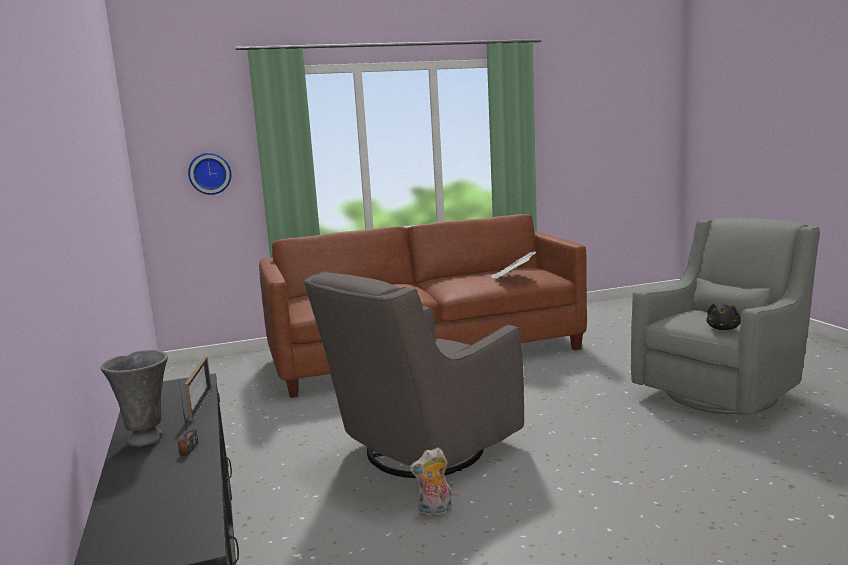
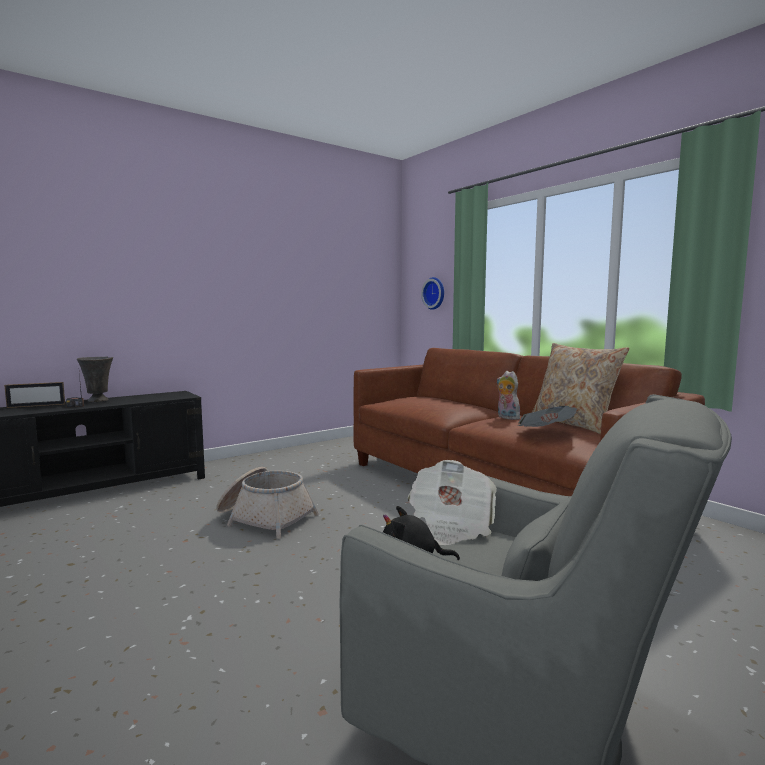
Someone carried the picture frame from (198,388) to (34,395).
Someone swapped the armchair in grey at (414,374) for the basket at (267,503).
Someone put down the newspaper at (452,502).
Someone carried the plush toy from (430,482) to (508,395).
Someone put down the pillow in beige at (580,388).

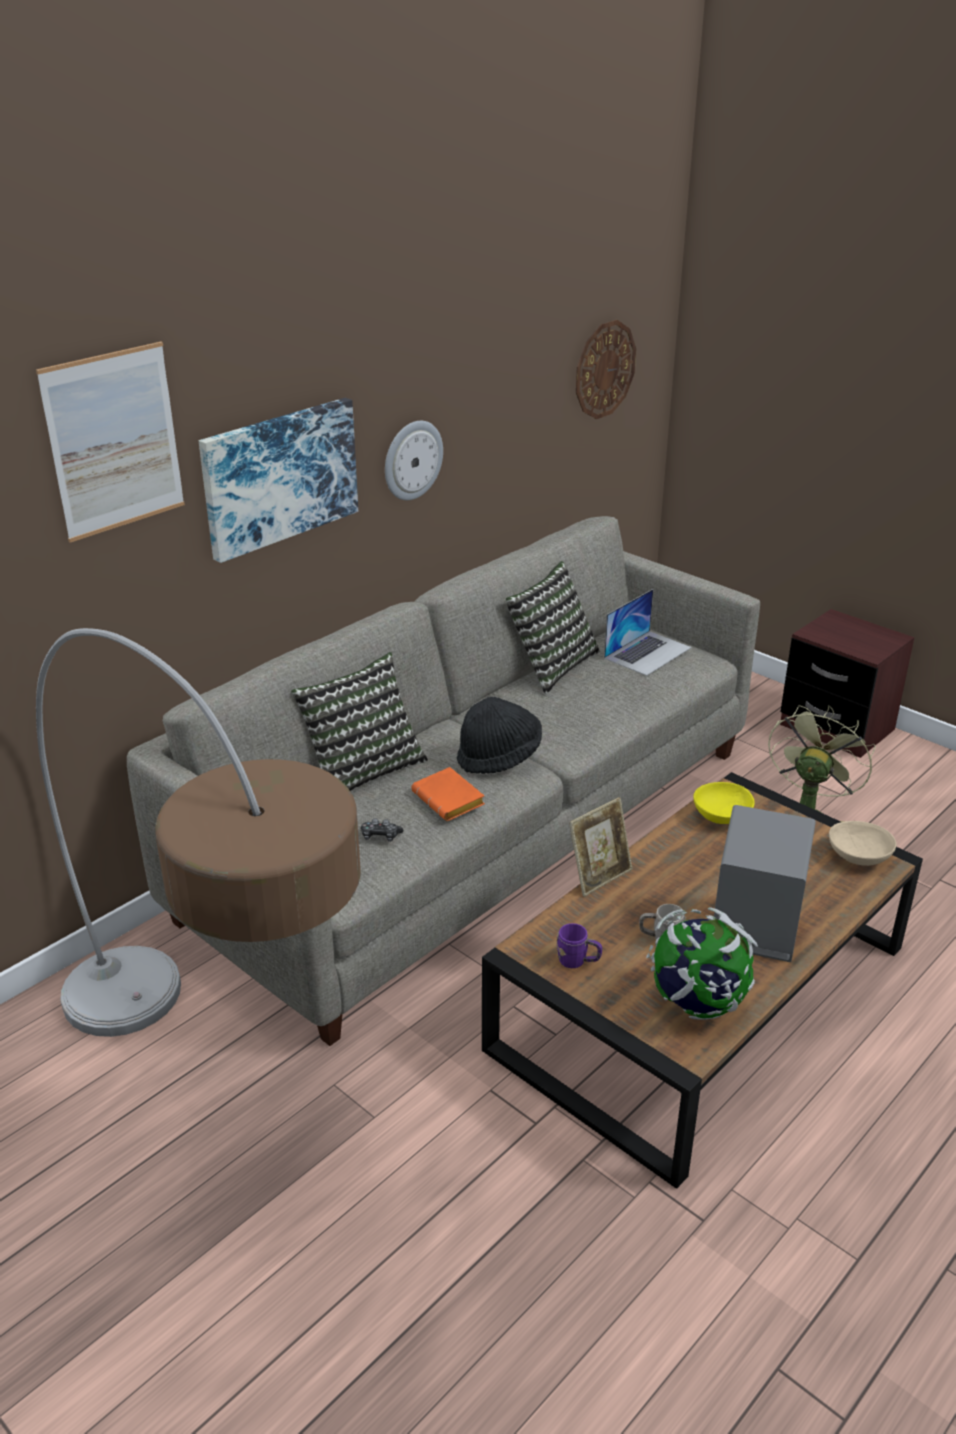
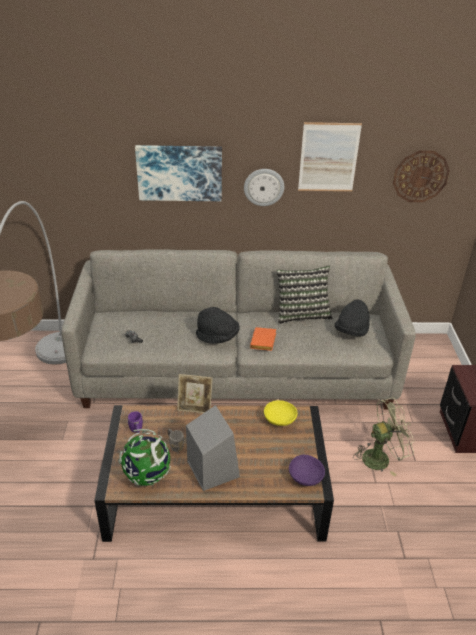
Someone carried the book in orange from (448,794) to (263,339).
Someone repainted the bowl in beige at (863,843), which became the bowl in purple at (307,470).
Someone carried the picture from (110,442) to (330,156).
Someone swapped the laptop at (648,632) for the hat in black at (352,317).
Someone took away the pillow at (359,721).

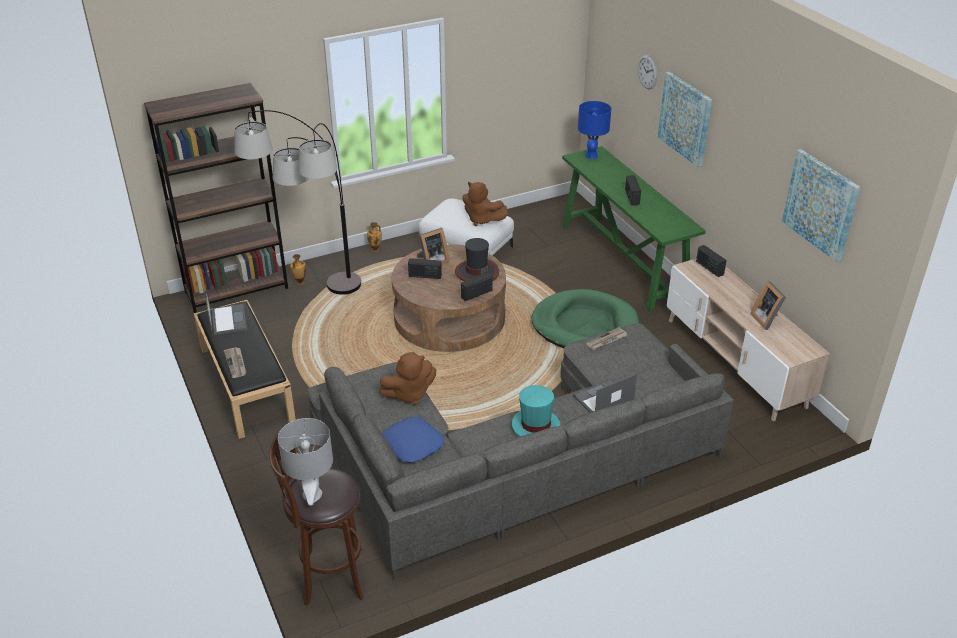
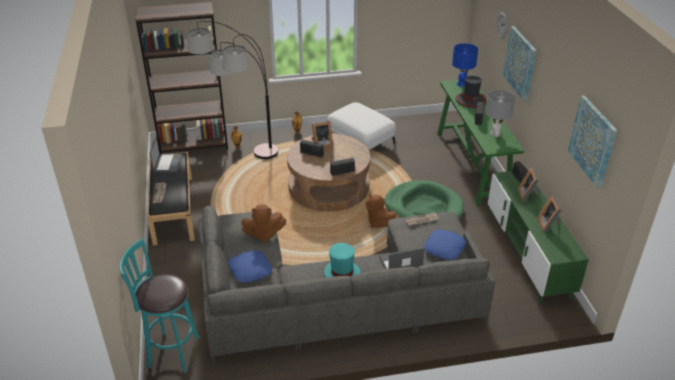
Someone repainted the stool in brown at (316,515), which became the stool in turquoise at (159,305).
Someone carried the plush toy in brown from (485,204) to (383,210).
Someone put down the pillow in blue at (444,245).
Someone carried the hat from (477,260) to (471,92).
Someone carried the table lamp in grey from (305,462) to (500,113).
Someone repainted the tv stand in beige at (748,339), which became the tv stand in green at (538,237).
Someone put down the picture frame at (528,185).

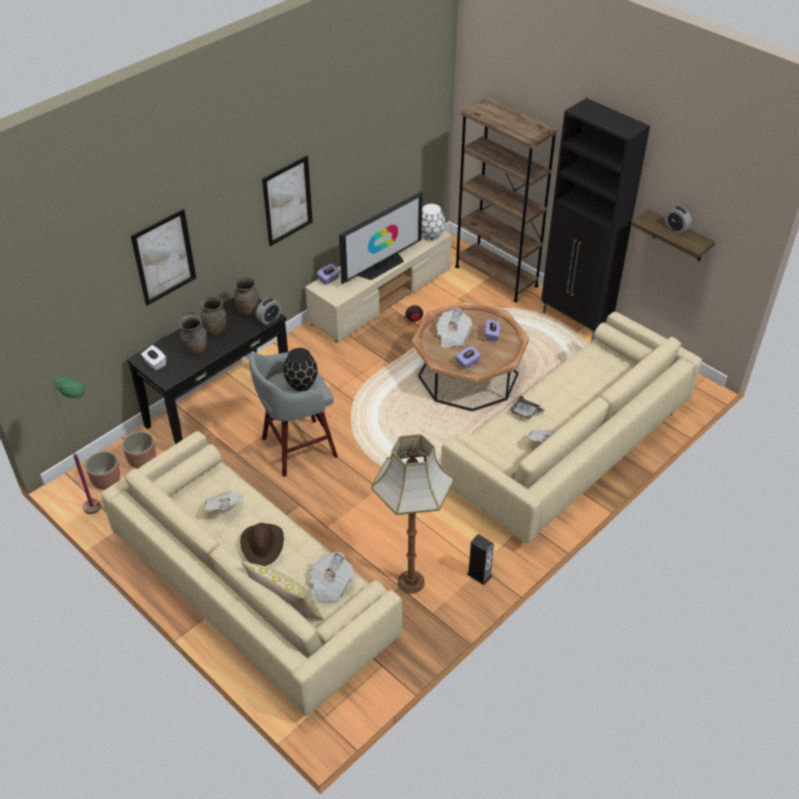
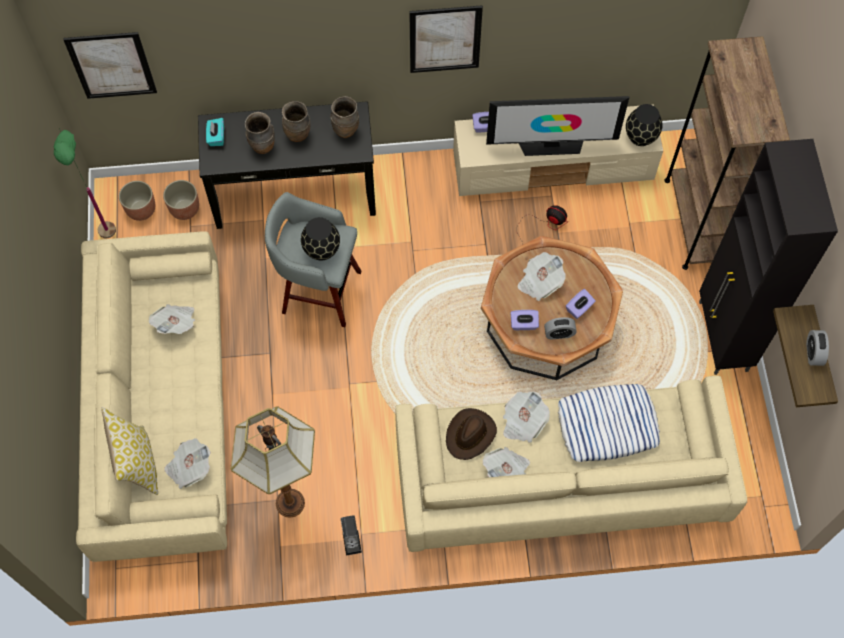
Someone carried the picture from (163,257) to (110,65).
Someone repainted the tissue box in white at (153,357), which became the tissue box in turquoise at (215,132).
Someone carried the hat in brown from (262,544) to (471,434).
Someone swapped the tray in grey at (528,407) for the newspaper at (526,416).
Someone carried the alarm clock from (269,311) to (560,328).
Someone put down the pillow at (609,423).
Someone repainted the vase in white at (433,222), which became the vase in black at (644,125).

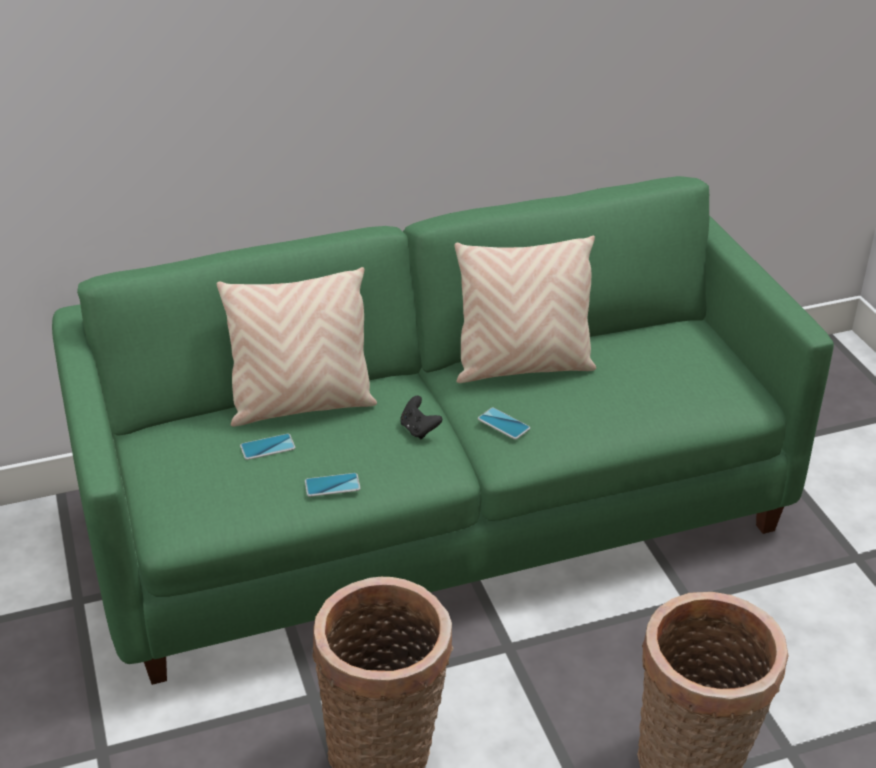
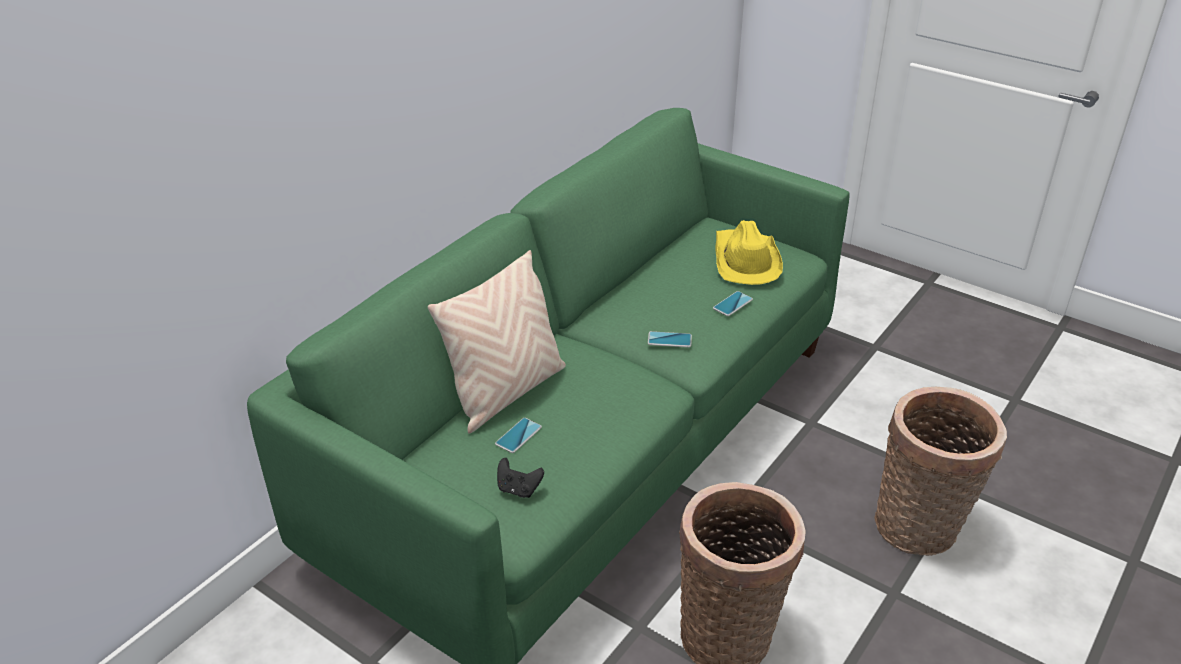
Someone carried the game controller in black from (421,417) to (520,478).
Someone carried the phone from (332,485) to (733,303).
Someone put down the hat in yellow at (749,252).
Someone took away the pillow in beige at (525,309).

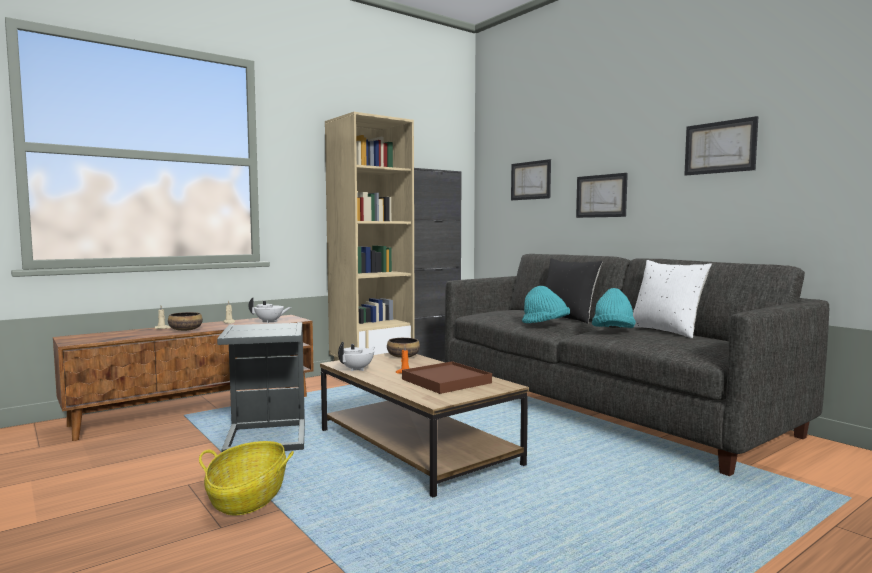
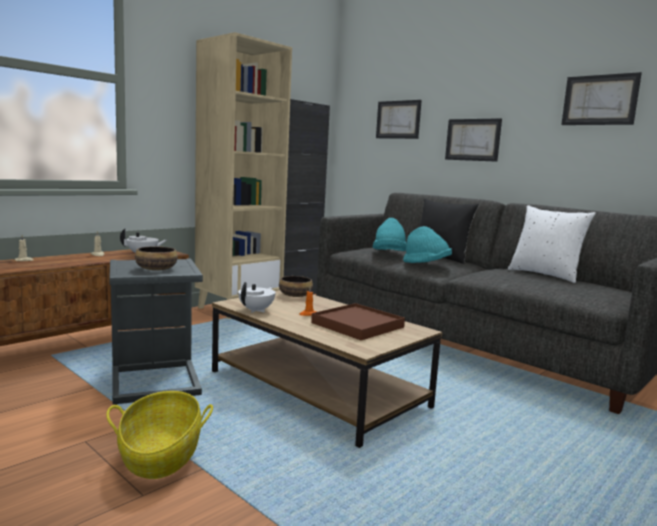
Someone carried the bowl from (185,321) to (156,258).
Someone carried the hat in turquoise from (614,308) to (389,234).

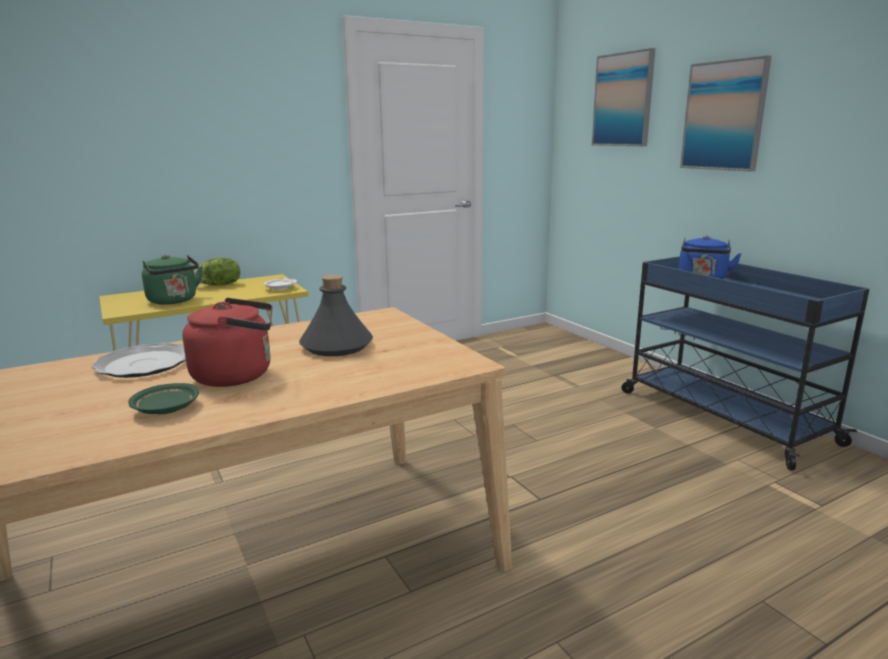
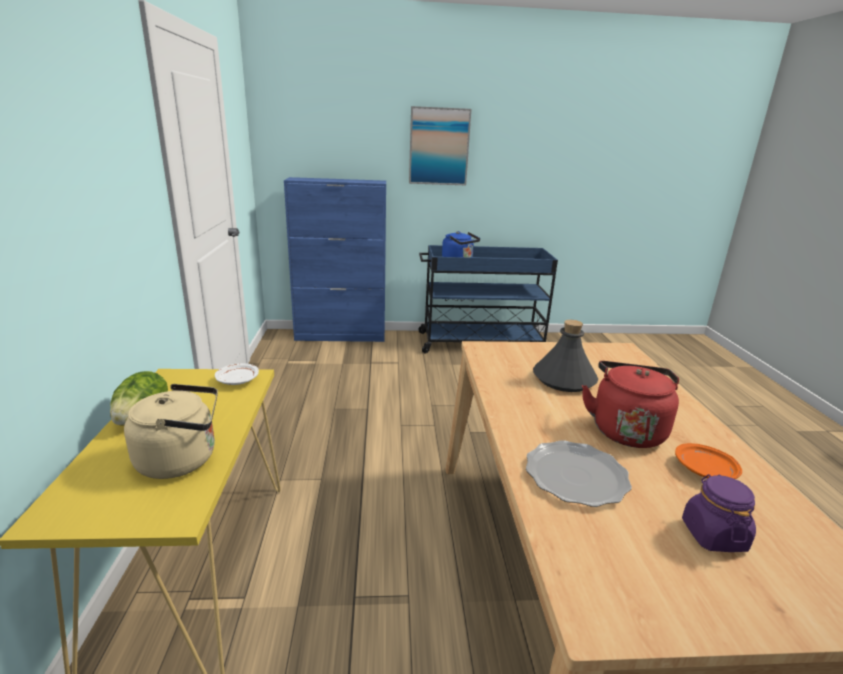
Someone repainted the kettle in green at (172,280), which became the kettle in beige at (171,431).
Someone put down the cabinet in blue at (335,259).
Someone repainted the plate in green at (163,398), which became the plate in orange at (708,461).
Someone put down the jar in purple at (719,513).
Someone took away the picture at (624,97).

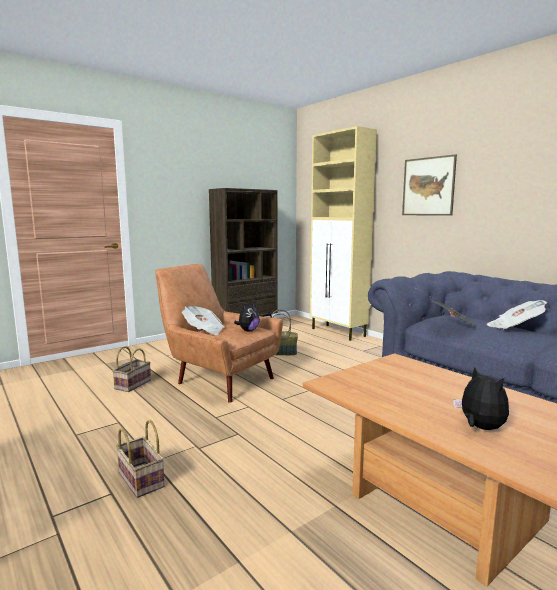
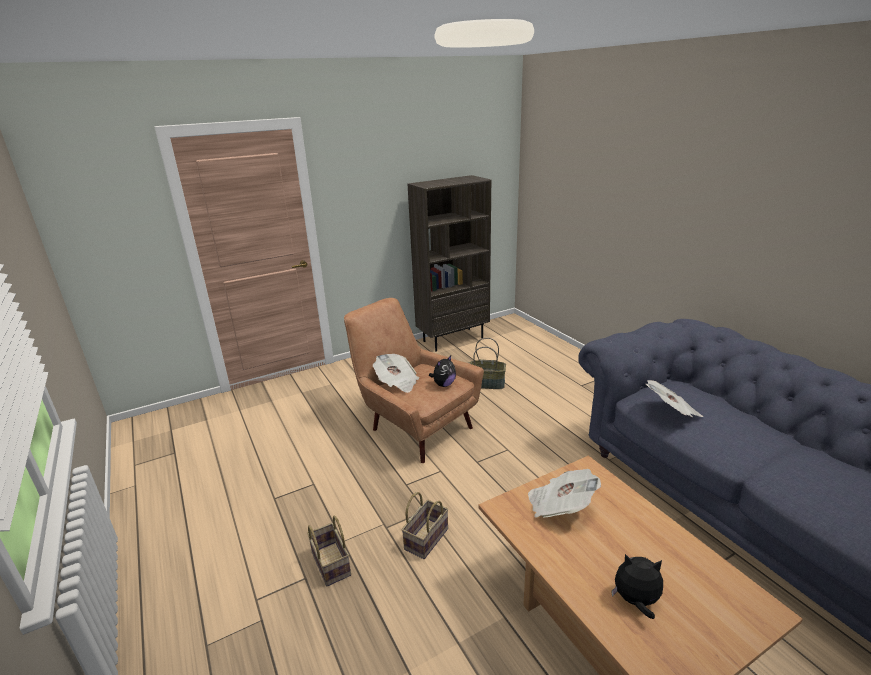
Someone carried the basket from (131,369) to (424,525).
Someone carried the newspaper from (517,314) to (564,493).
Someone rotated the plush toy at (481,398) by 60 degrees counterclockwise.
Someone took away the cabinet in beige at (343,233).
Someone took away the picture at (429,185).

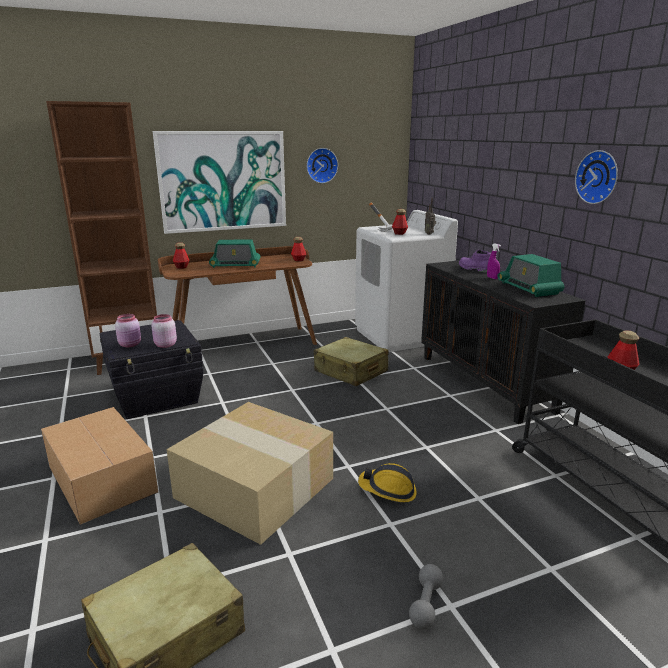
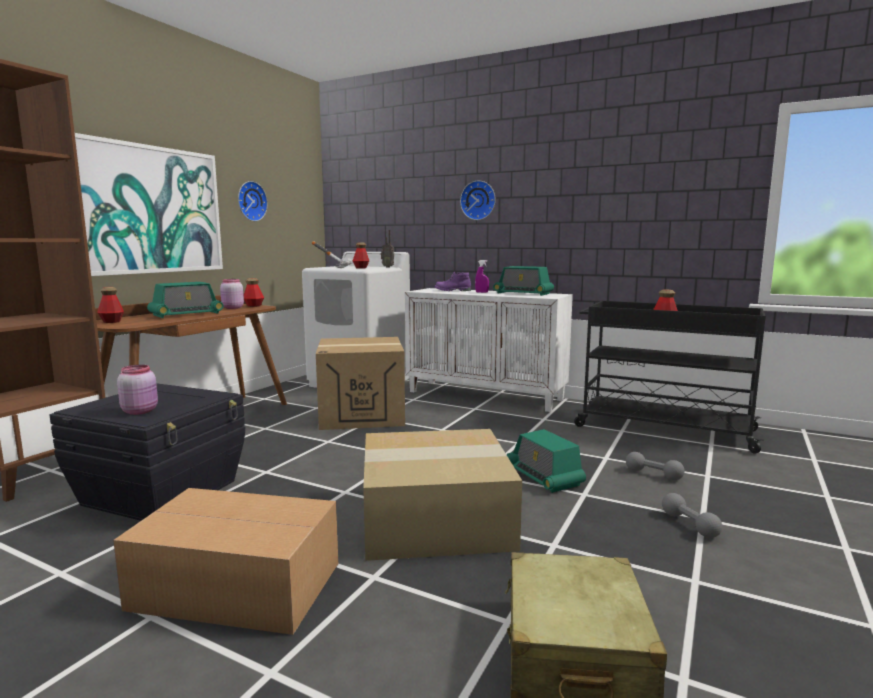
Someone carried the jar in pink from (164,331) to (232,294).
Someone swapped the suitcase in beige at (351,361) for the cardboard box at (360,383).
Someone repainted the cabinet in black at (503,342), which became the cabinet in white at (489,350).
Someone carried the wall clock from (596,177) to (478,200).
Someone swapped the hard hat at (387,482) for the radio at (546,461).
Someone put down the dumbbell in grey at (655,466).

